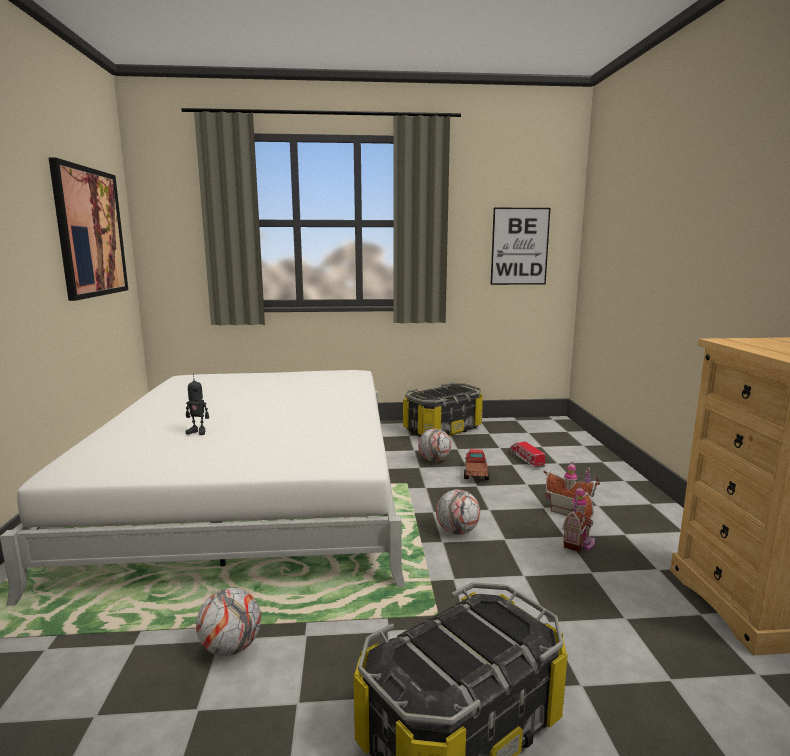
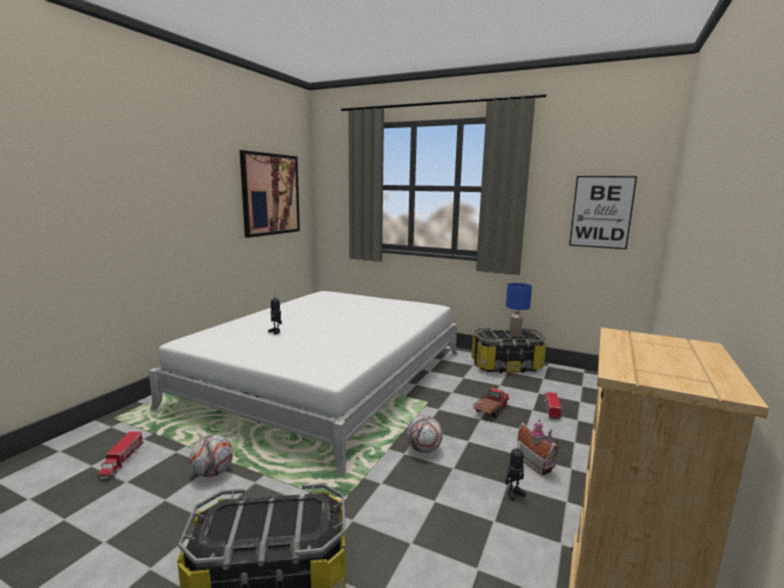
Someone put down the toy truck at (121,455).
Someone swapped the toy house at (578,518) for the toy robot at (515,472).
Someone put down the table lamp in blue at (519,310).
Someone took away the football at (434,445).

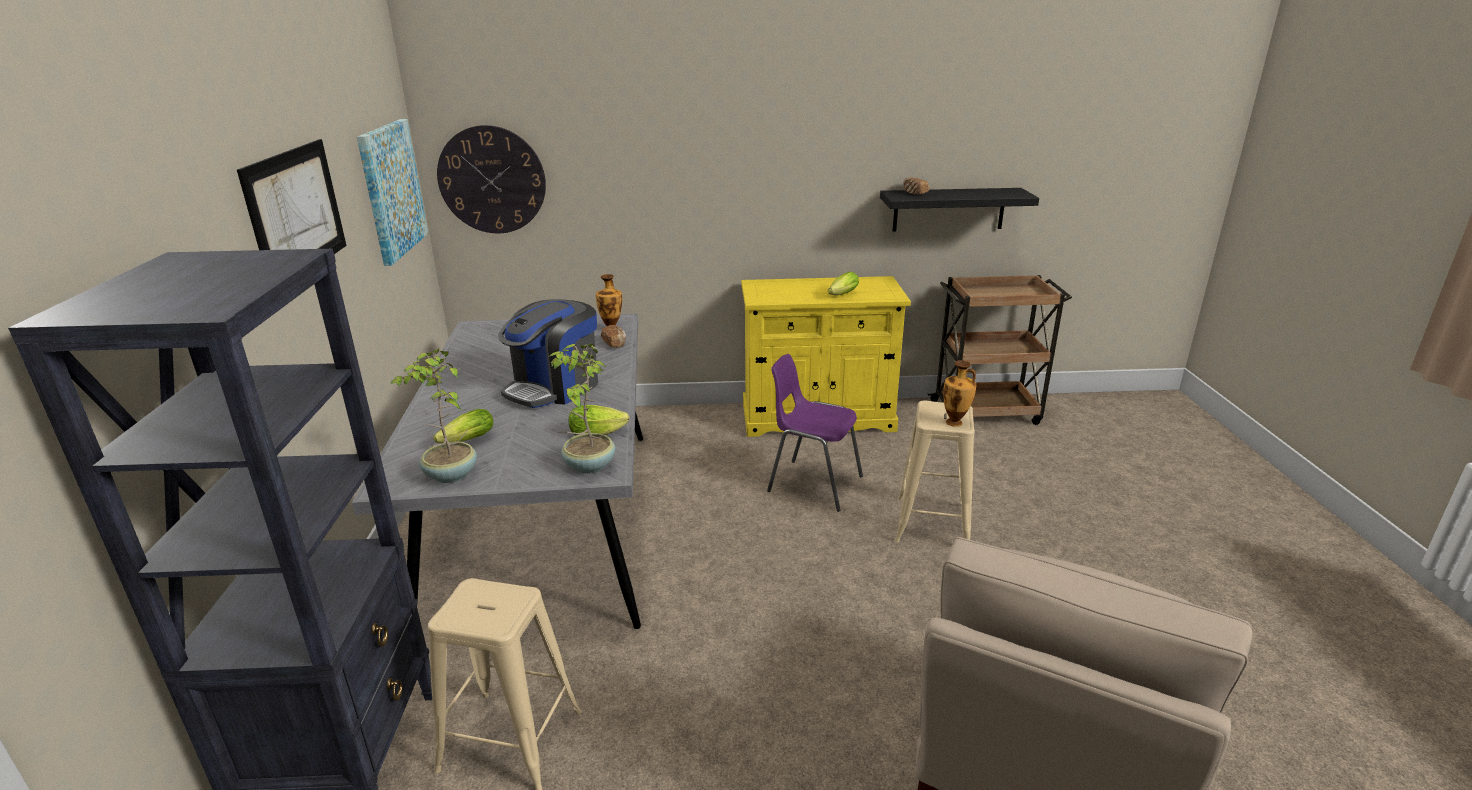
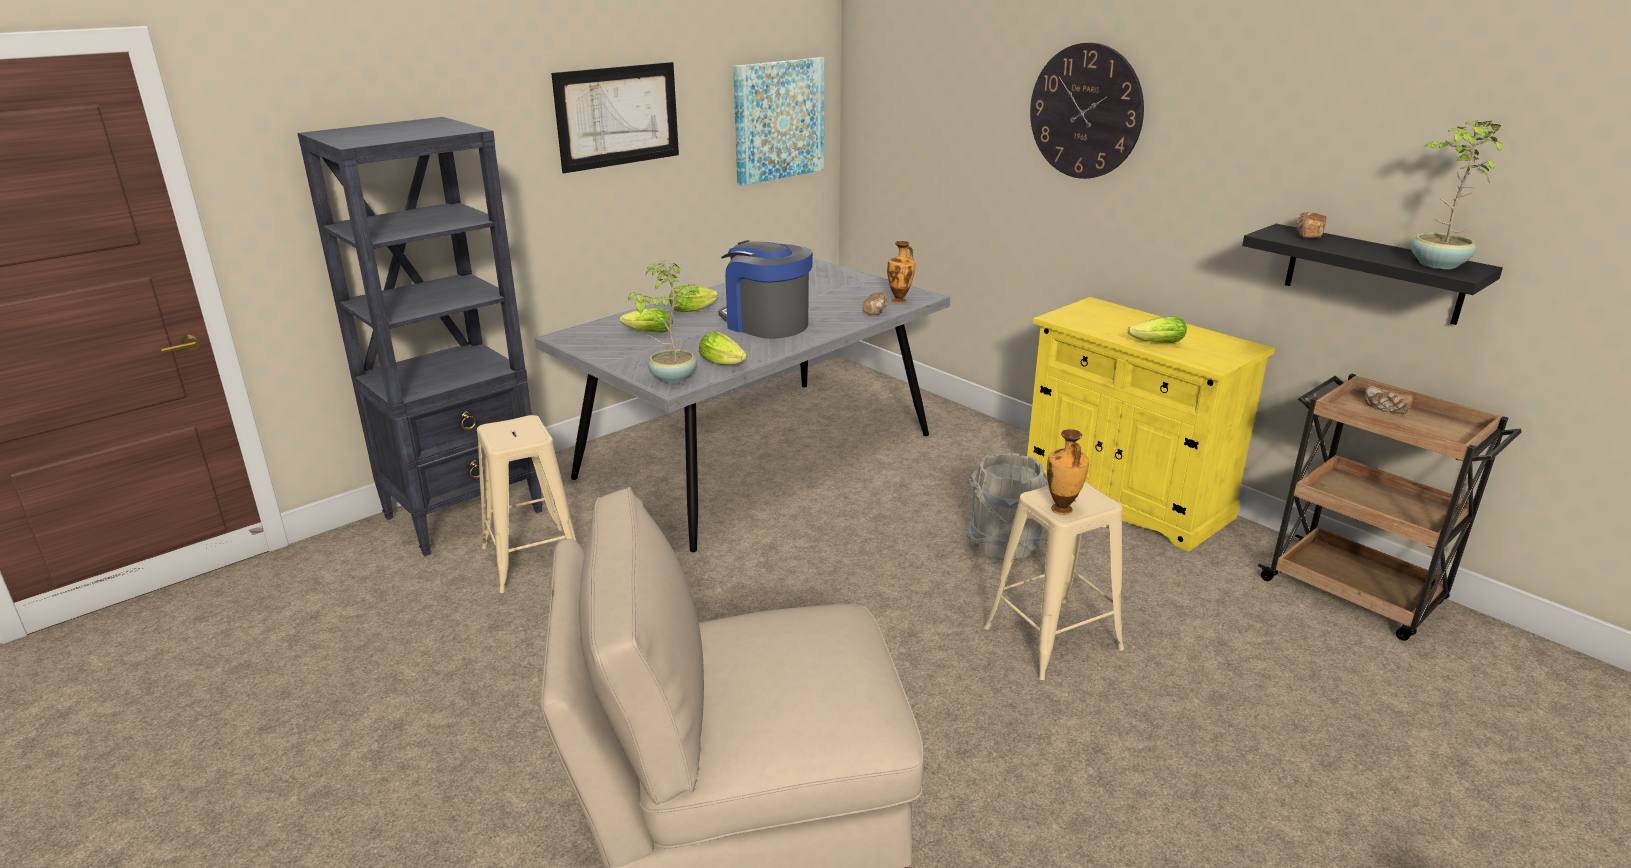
Someone put down the lettuce at (693,298).
Someone rotated the coffee machine at (548,353) by 45 degrees clockwise.
Someone swapped the chair in purple at (815,433) for the bucket in grey at (1007,506).
Someone carried the wall clock from (491,179) to (1087,111).
Someone put down the bread at (1388,399).
Someone carried the potted plant from (434,415) to (1457,194).

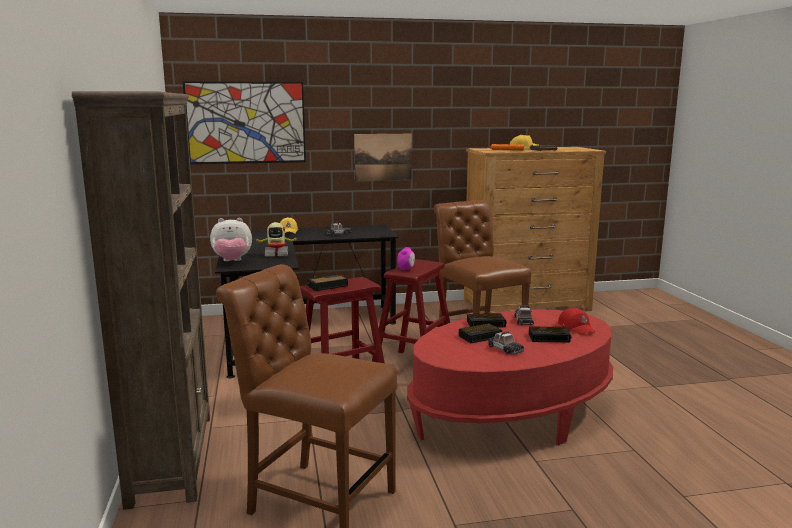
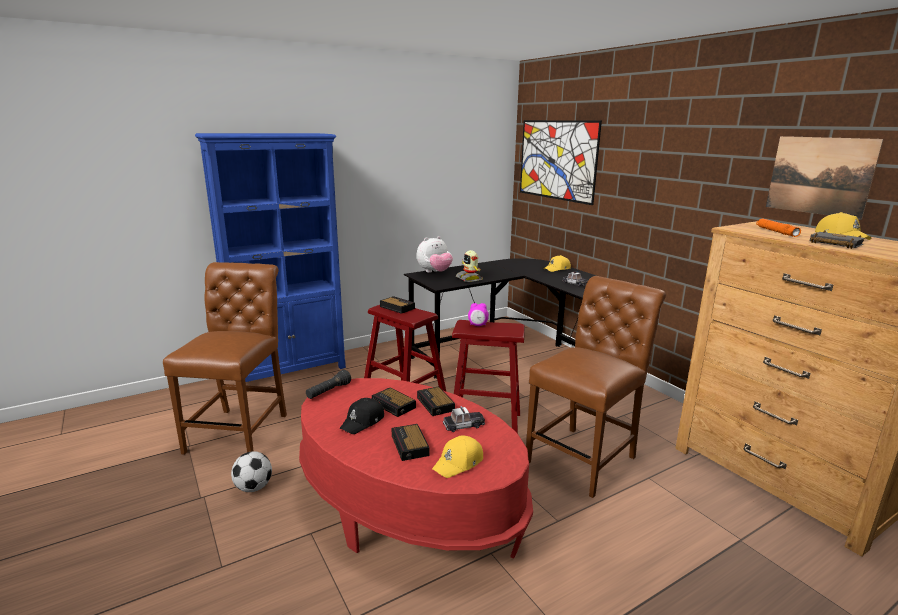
Someone repainted the bookcase in brown at (141,300), which became the bookcase in blue at (270,257).
Someone put down the football at (251,471).
Someone put down the flashlight in black at (328,384).
Someone swapped the toy car at (506,343) for the cap in black at (361,416).
Someone rotated the plush toy at (231,239) by 90 degrees counterclockwise.
Someone repainted the cap in red at (576,321), which became the cap in yellow at (457,456).
Someone carried the picture from (383,157) to (825,178).

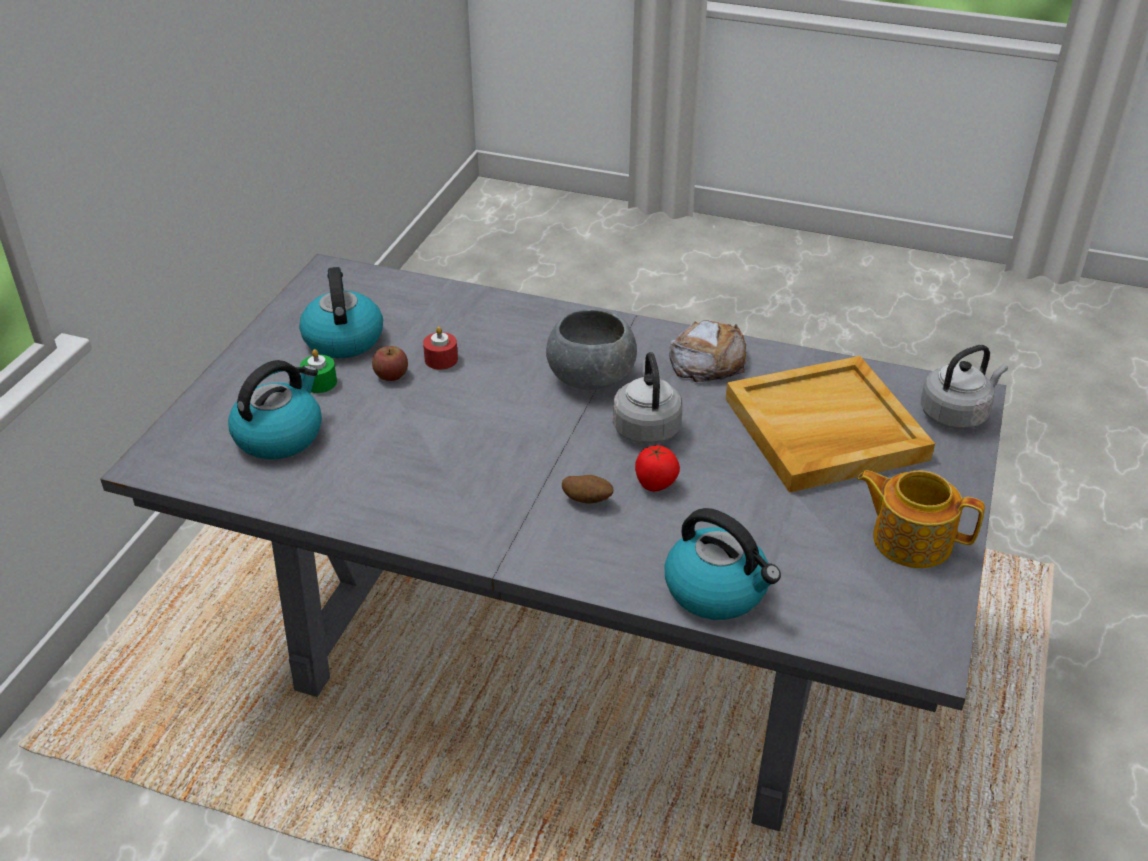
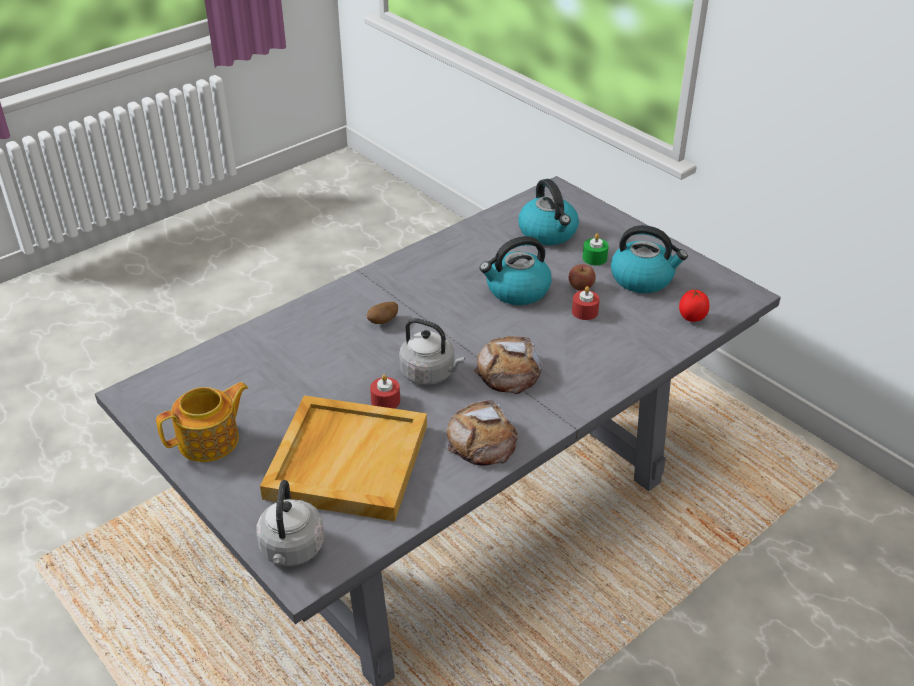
Someone put down the candle in red at (385,391).
Someone swapped the bowl in grey at (591,349) for the bread at (508,365).
Someone carried the kettle from (722,564) to (516,270).
Someone carried the tomato from (657,468) to (694,305).

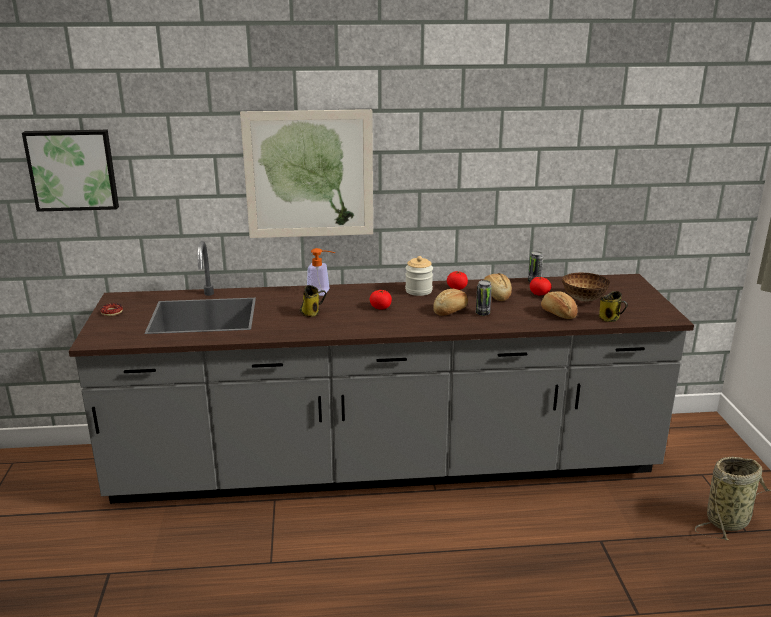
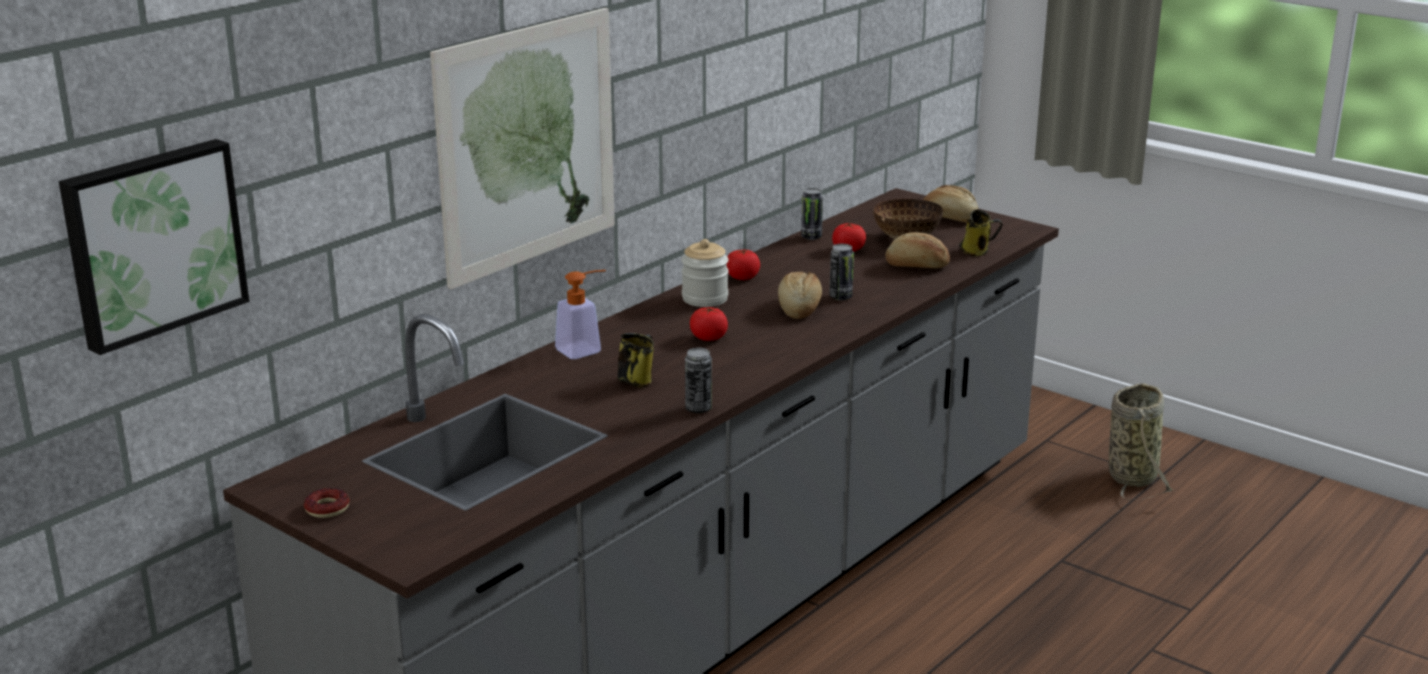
Someone put down the can at (698,380).
Someone carried the bread from (498,287) to (951,203).

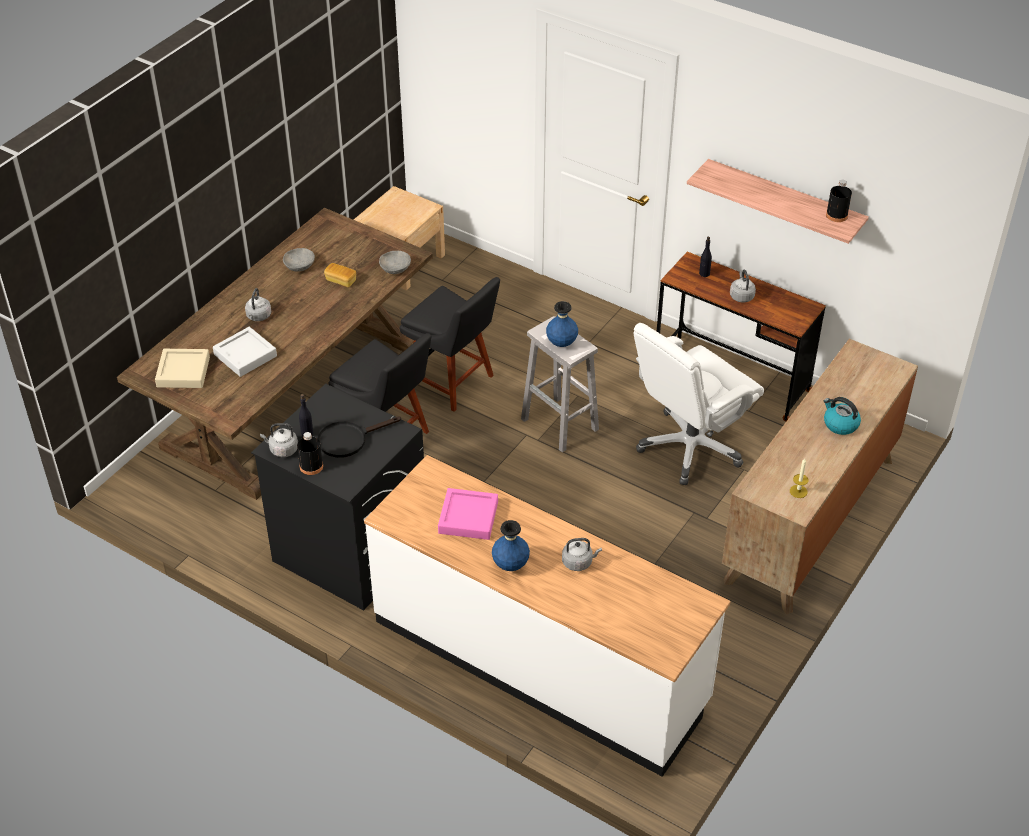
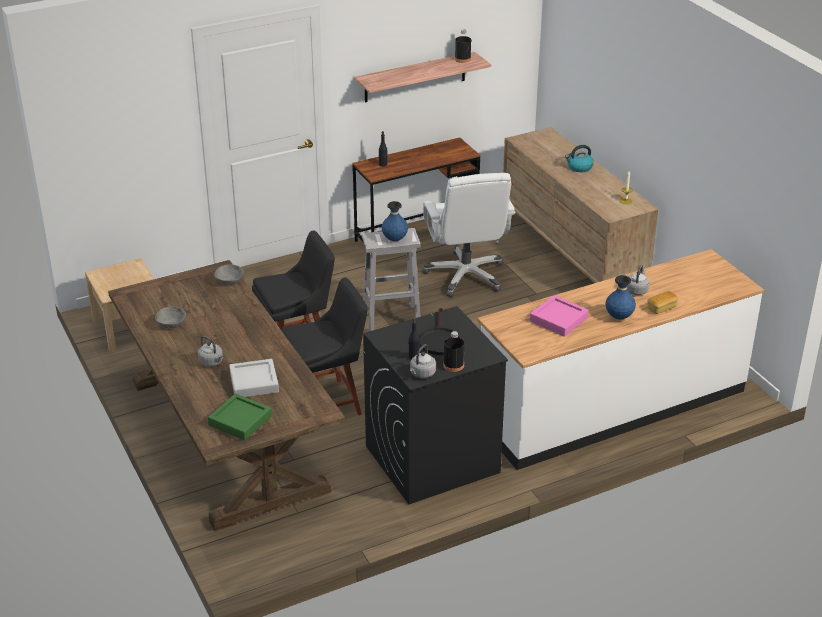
Someone repainted the tray in beige at (182,368), which became the tray in green at (240,416).
Someone carried the bread from (340,275) to (662,302).
Someone took away the kettle in grey at (743,286).

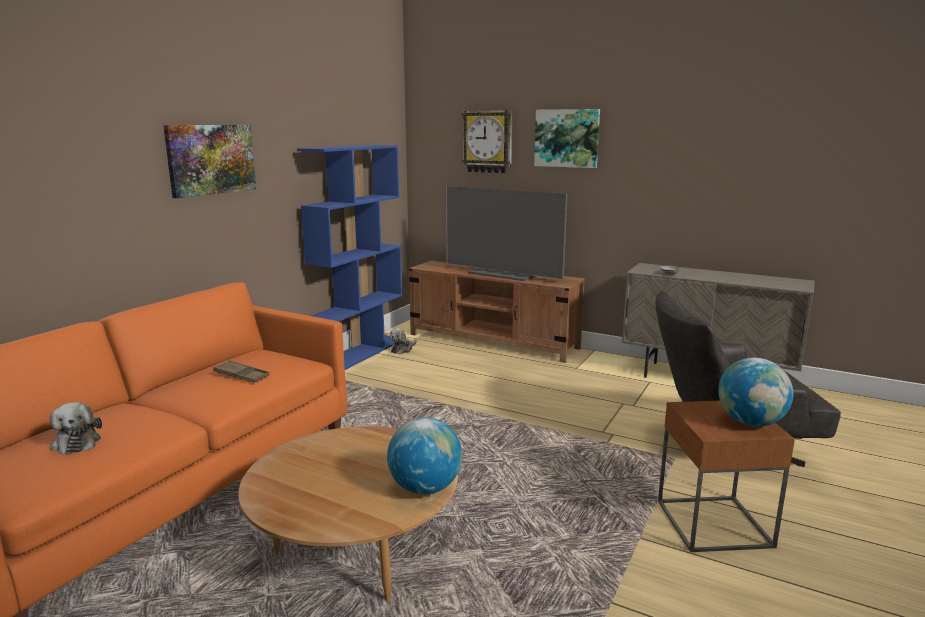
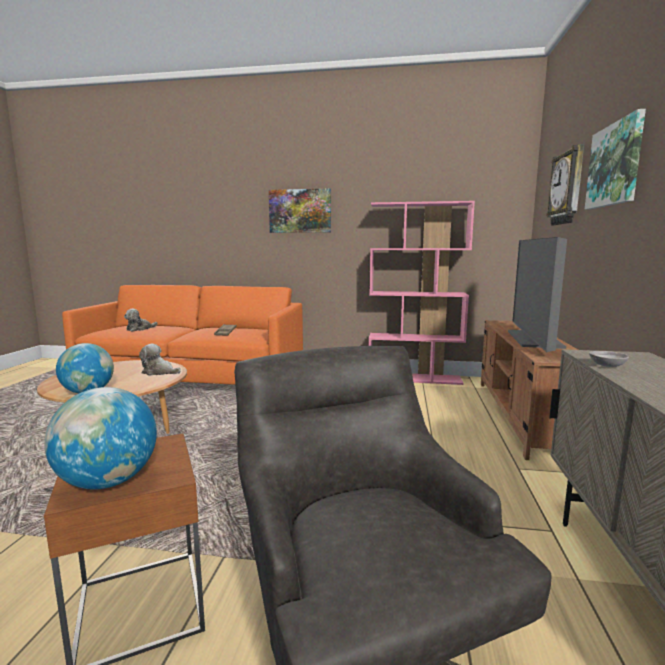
Someone carried the plush toy from (403,341) to (160,360).
Someone repainted the bookcase in blue at (349,257), which became the bookcase in pink at (422,293).

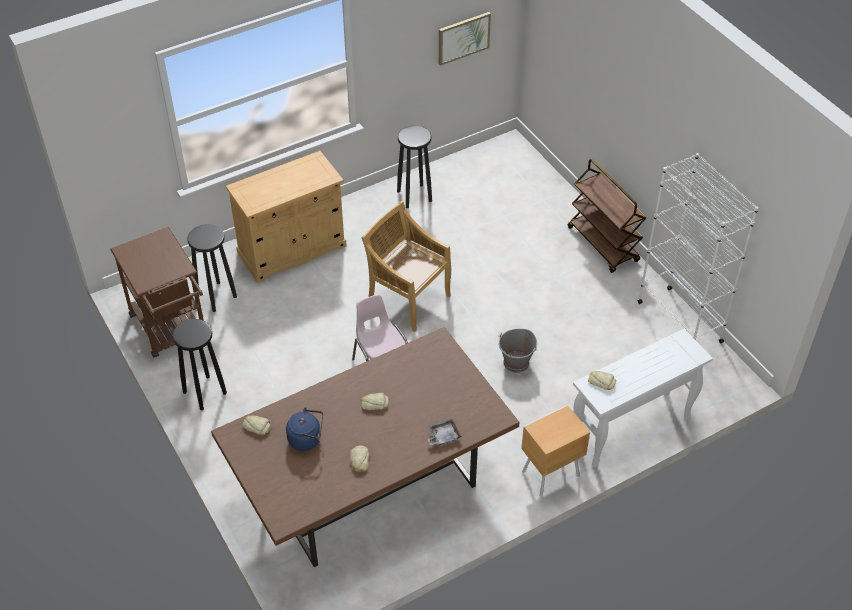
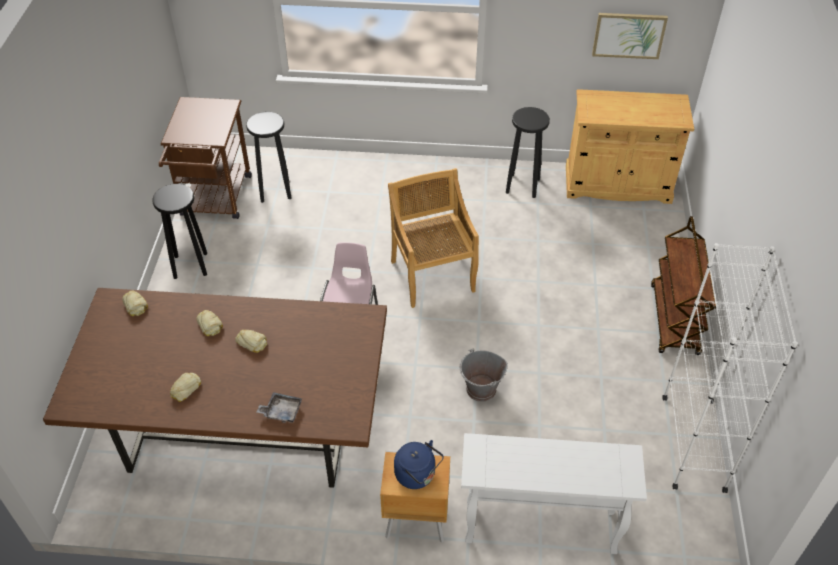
Someone carried the bread from (602,380) to (209,323).
Someone carried the kettle in blue from (304,429) to (419,464).
Someone carried the cabinet in beige from (286,217) to (630,146).

